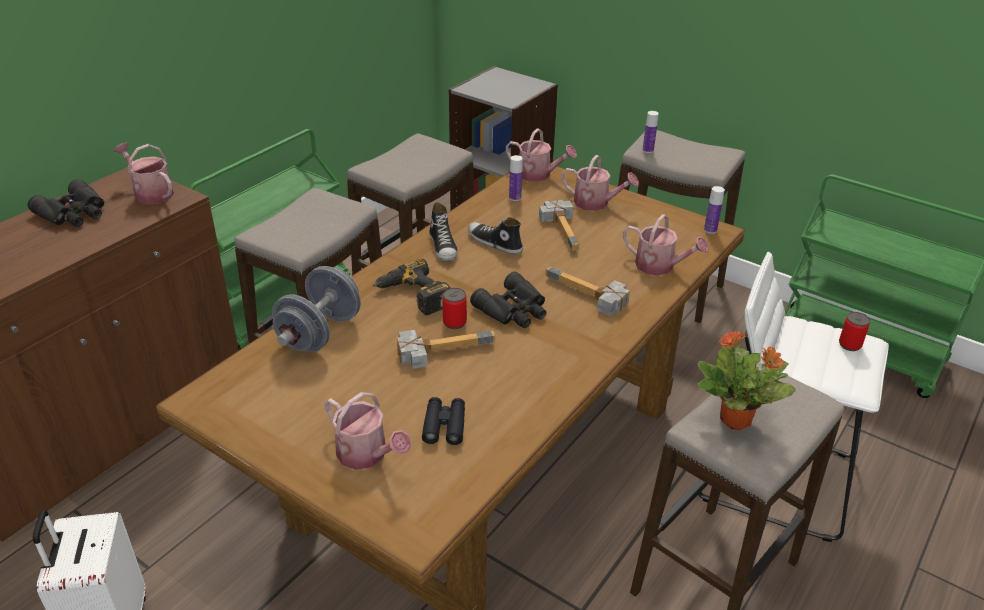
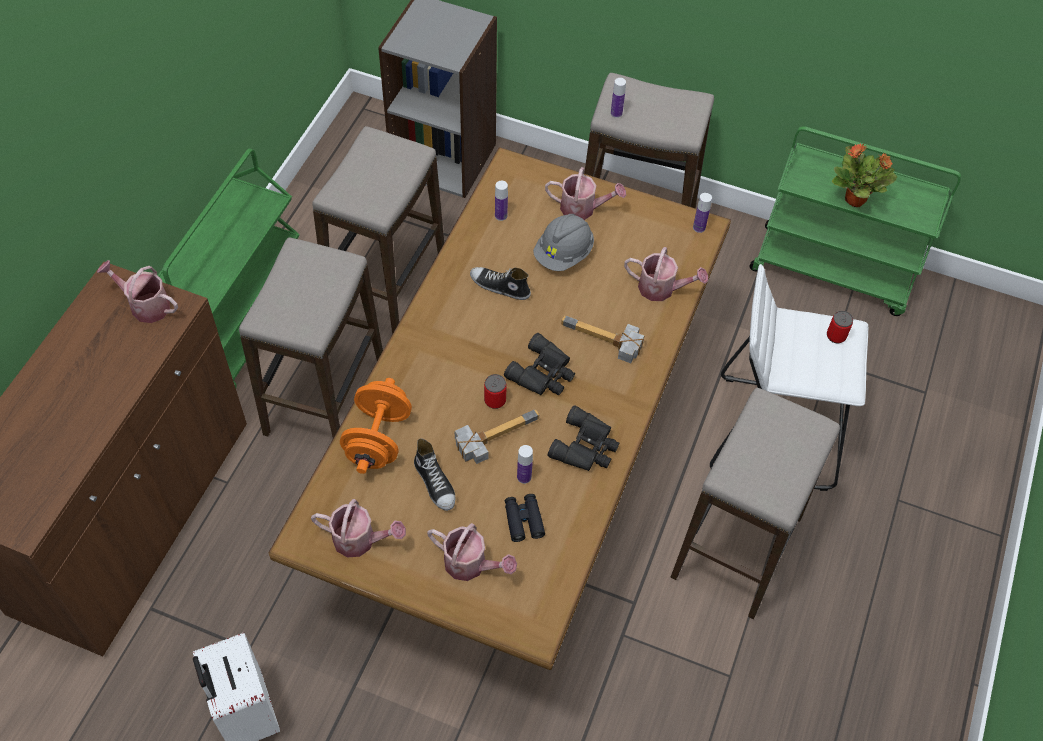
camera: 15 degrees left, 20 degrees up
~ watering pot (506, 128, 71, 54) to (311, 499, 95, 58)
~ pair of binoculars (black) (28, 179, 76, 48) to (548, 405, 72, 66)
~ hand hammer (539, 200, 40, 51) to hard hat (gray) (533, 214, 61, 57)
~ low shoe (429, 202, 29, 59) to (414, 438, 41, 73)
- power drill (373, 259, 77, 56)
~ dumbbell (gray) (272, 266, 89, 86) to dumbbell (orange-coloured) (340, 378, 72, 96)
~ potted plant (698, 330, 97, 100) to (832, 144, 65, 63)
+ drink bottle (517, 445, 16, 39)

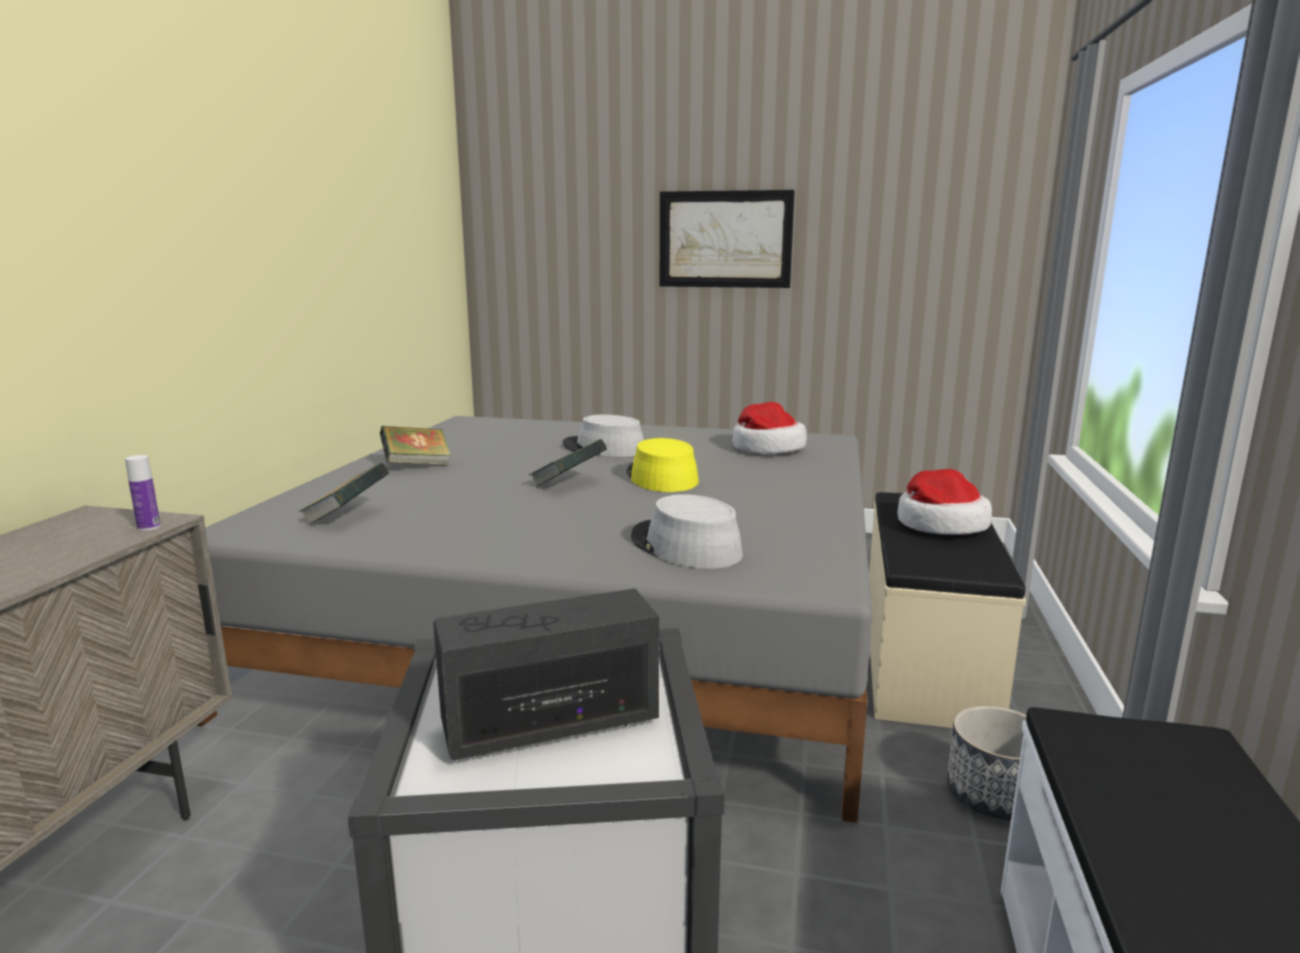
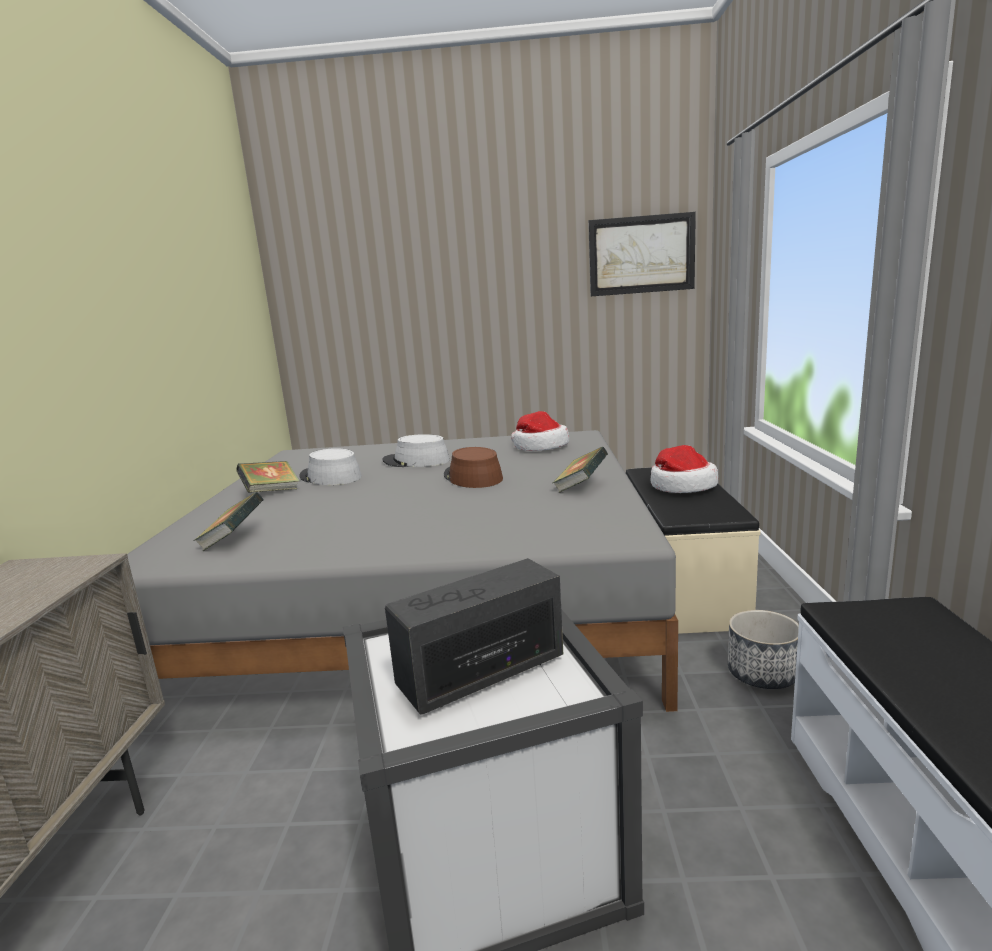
camera: 10 degrees left, 0 degrees up
~ picture (660, 190, 135, 98) to (588, 212, 108, 84)
~ hat (yellow-coloured) (627, 438, 72, 54) to hat (brown) (444, 447, 59, 41)
~ volume (529, 439, 78, 48) to (553, 447, 55, 46)
- drink bottle (125, 455, 36, 76)
~ hat (gray) (631, 494, 112, 75) to (299, 448, 63, 37)

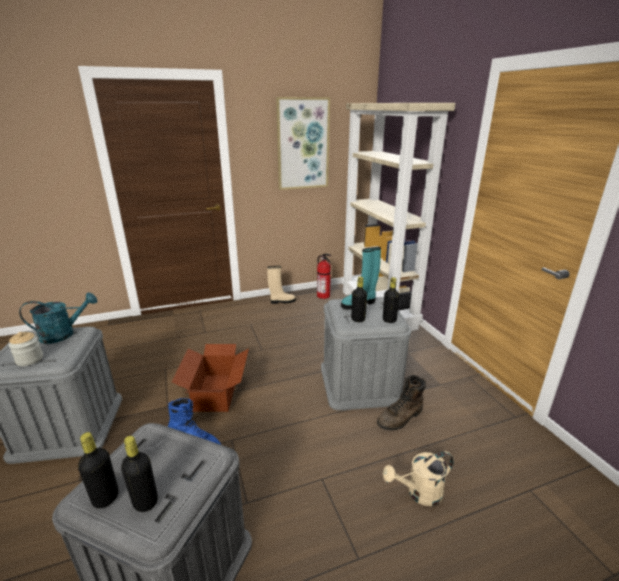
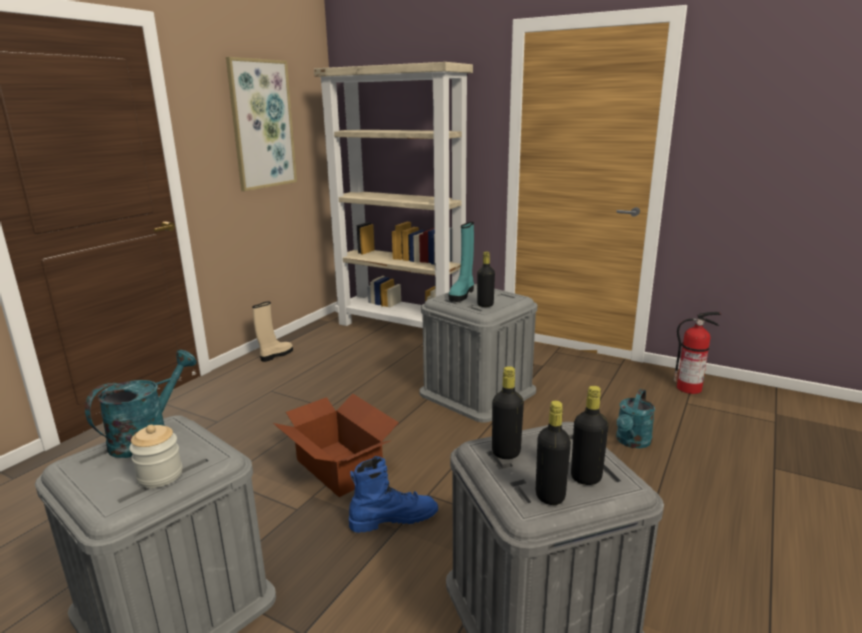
camera: 40 degrees left, 5 degrees down
~ fire-fighting cylinder (317, 254, 14, 45) to (674, 312, 48, 82)
~ drink bottle (black) (383, 277, 17, 46) to (492, 366, 32, 93)
- high-top boot (brown) (377, 375, 49, 55)
~ watering pot (beige) (383, 451, 71, 55) to watering pot (turquoise-coloured) (616, 389, 39, 59)

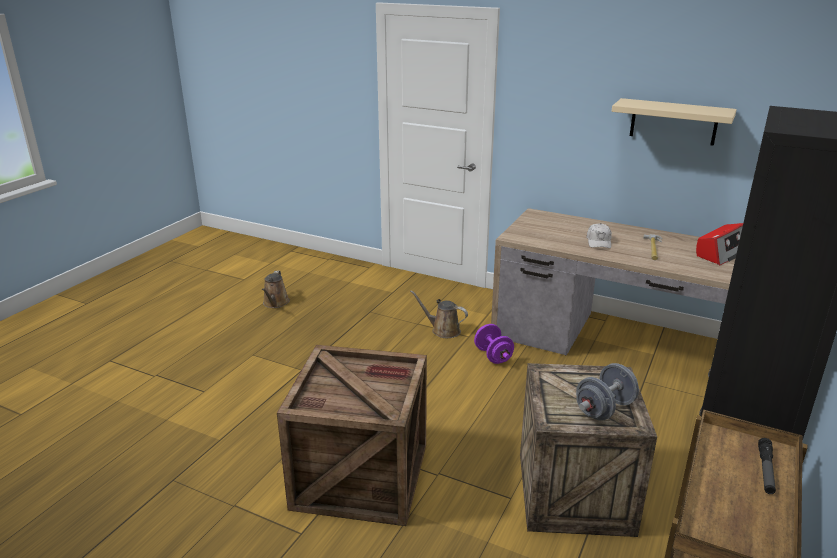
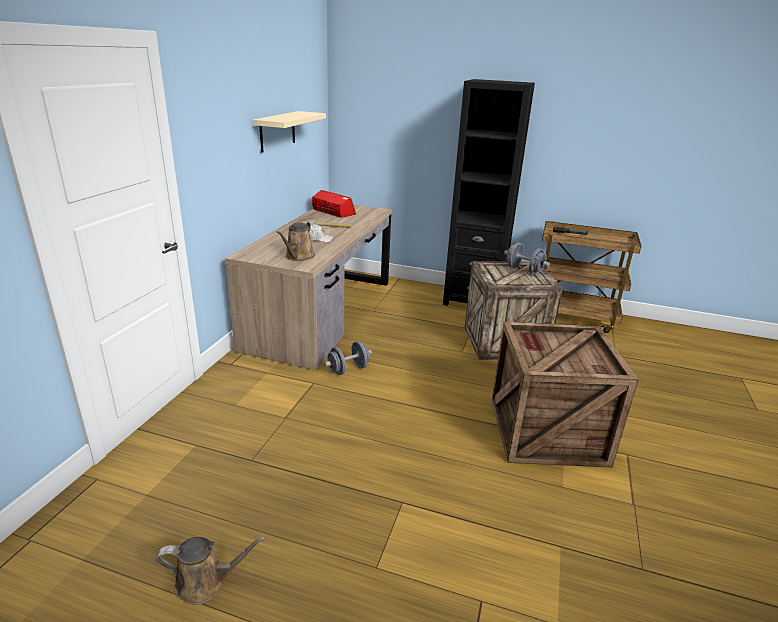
camera: 100 degrees left, 0 degrees up
~ watering pot (brown) (410, 290, 58, 48) to (277, 222, 38, 39)
~ dumbbell (purplish) (474, 324, 40, 40) to dumbbell (gray) (324, 341, 48, 34)

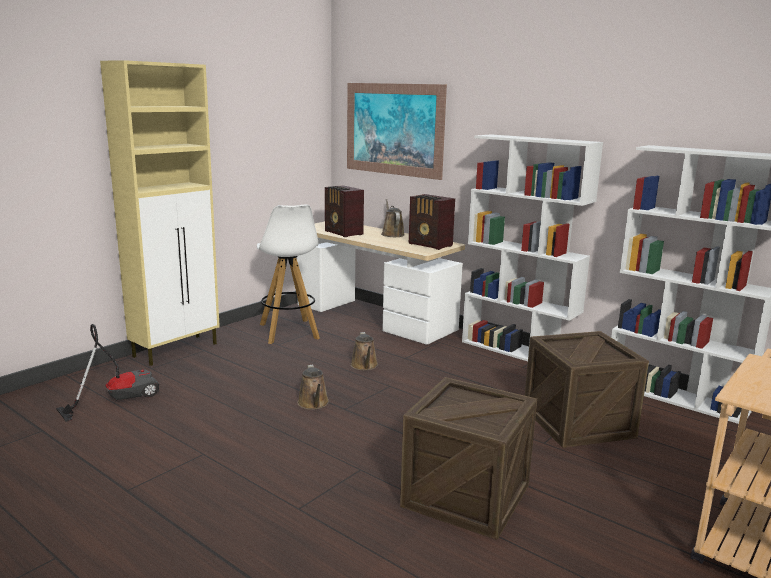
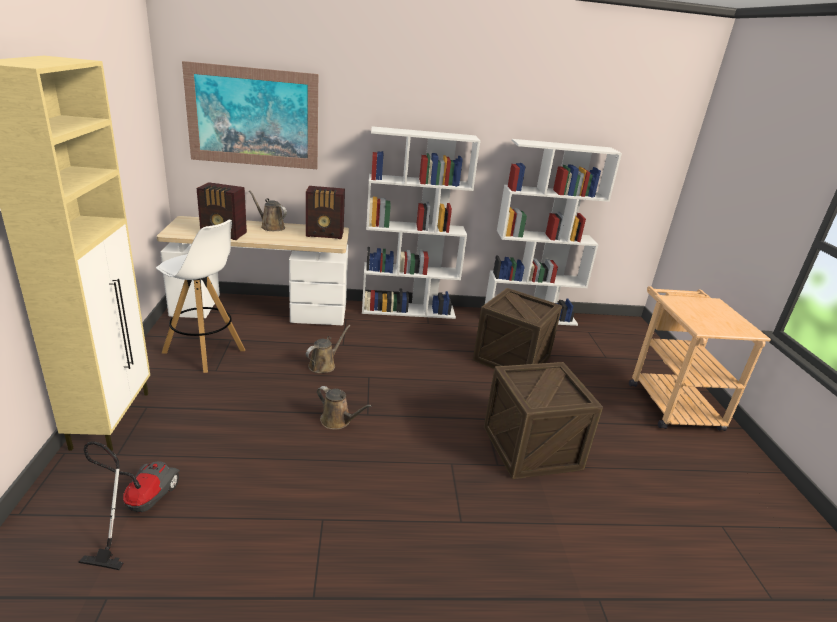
camera: 45 degrees left, 10 degrees up
~ watering pot (brown) (351, 332, 27, 38) = (306, 325, 44, 48) 90 degrees counterclockwise

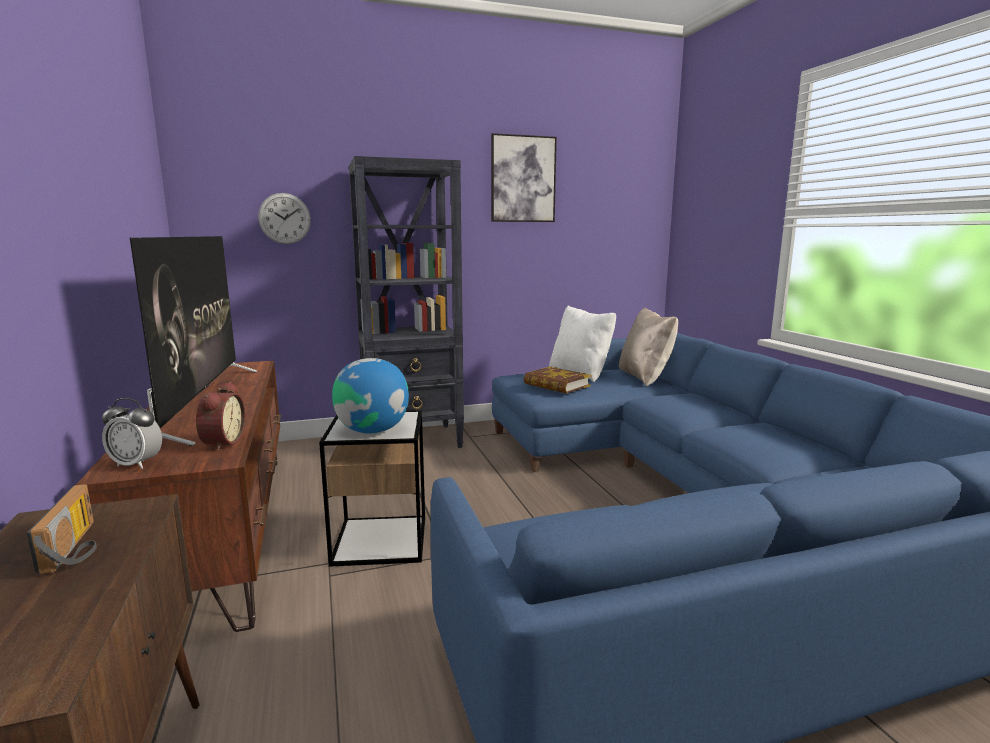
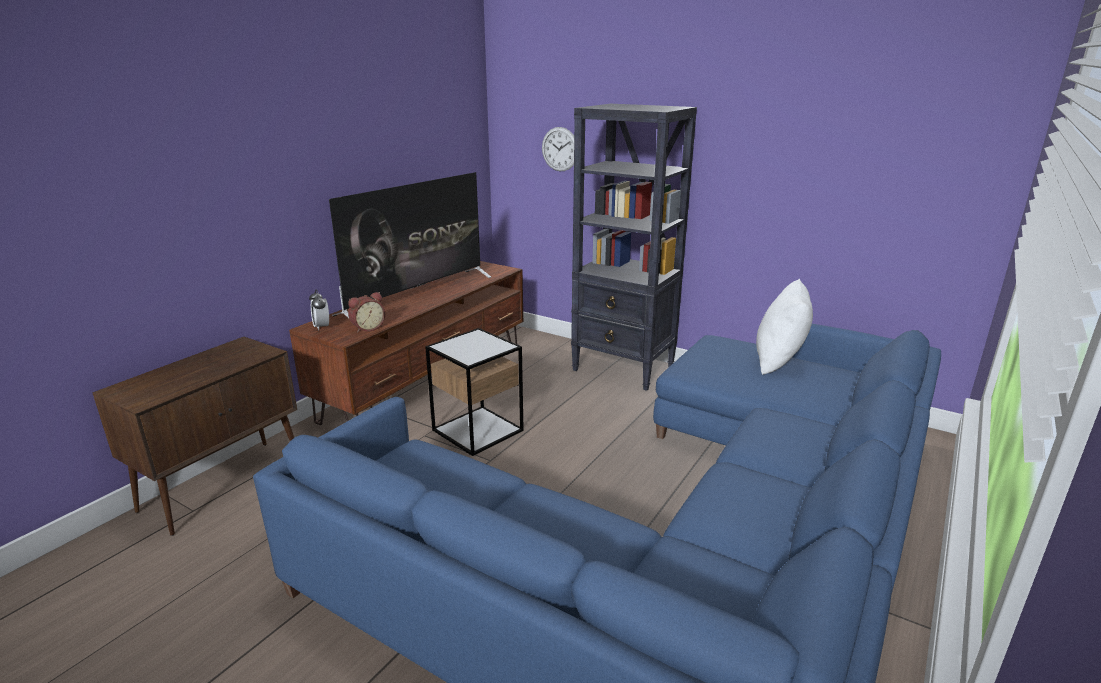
camera: 50 degrees right, 10 degrees up
- picture (491, 133, 66, 89)
- pillow (beige) (619, 308, 59, 78)
- globe (332, 358, 77, 76)
- volume (524, 367, 68, 27)
- radio set (27, 484, 70, 91)

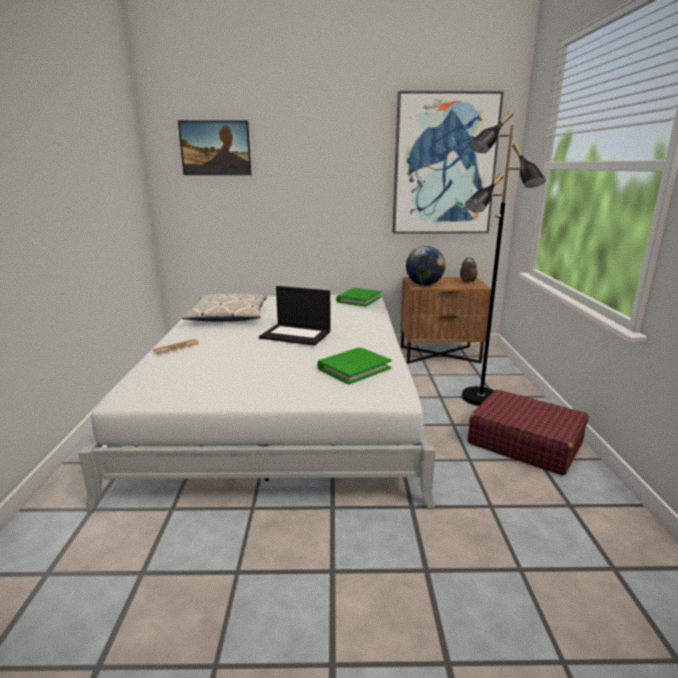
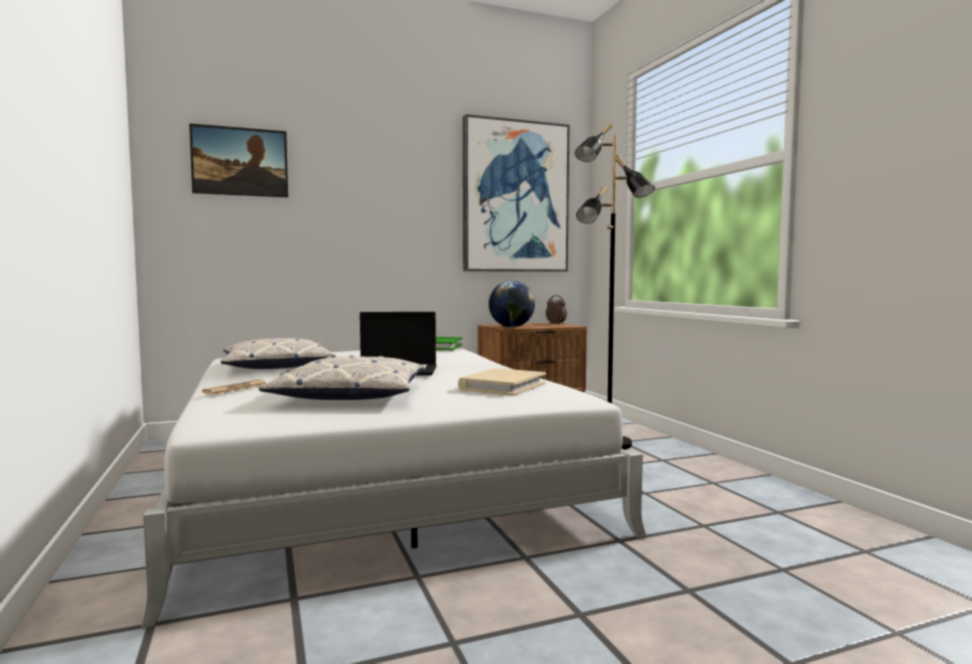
camera: 20 degrees left, 15 degrees down
~ volume (greenish) (317, 347, 75, 37) to volume (beige) (458, 368, 88, 28)
- travel case (reddish) (468, 390, 121, 86)
+ pillow (258, 356, 167, 44)

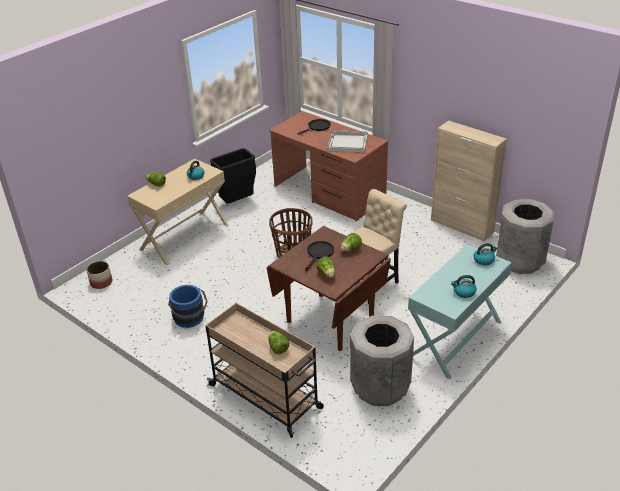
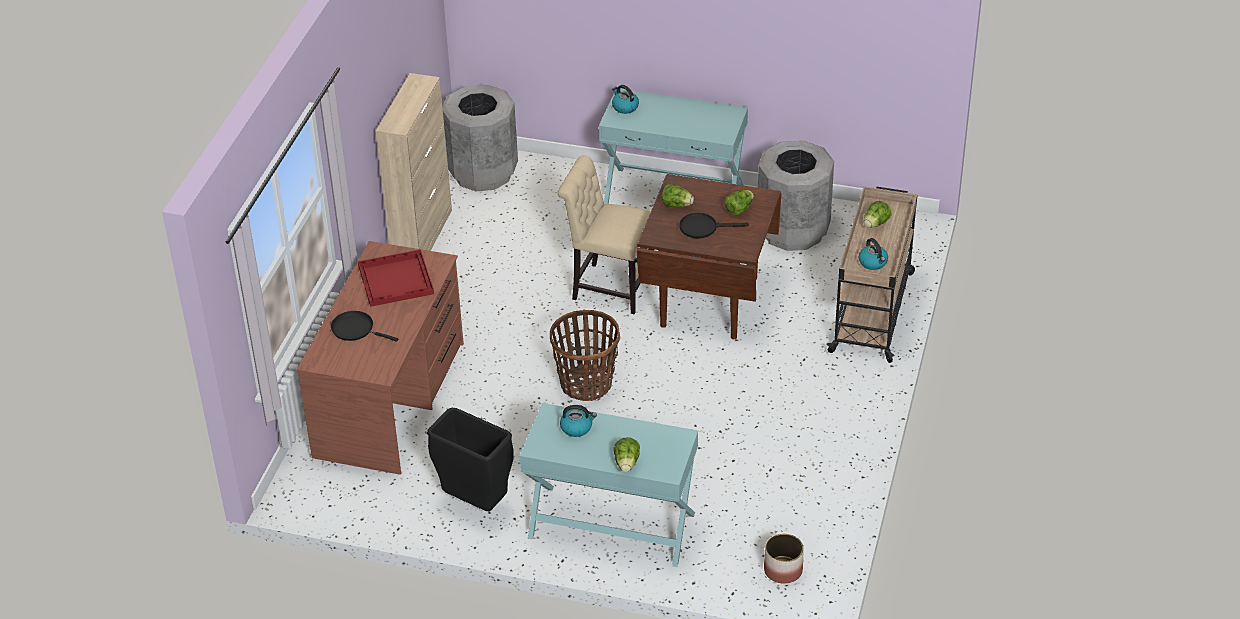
camera: 115 degrees left, 5 degrees up
~ tray (white-coloured) (327, 130, 41, 23) to tray (reddish) (358, 249, 76, 58)
~ hall table (beige) (127, 159, 102, 106) to hall table (turquoise-coloured) (519, 403, 179, 164)
~ kettle (451, 275, 26, 23) to (859, 238, 29, 32)
- water bucket (blue-coloured) (168, 285, 40, 43)

